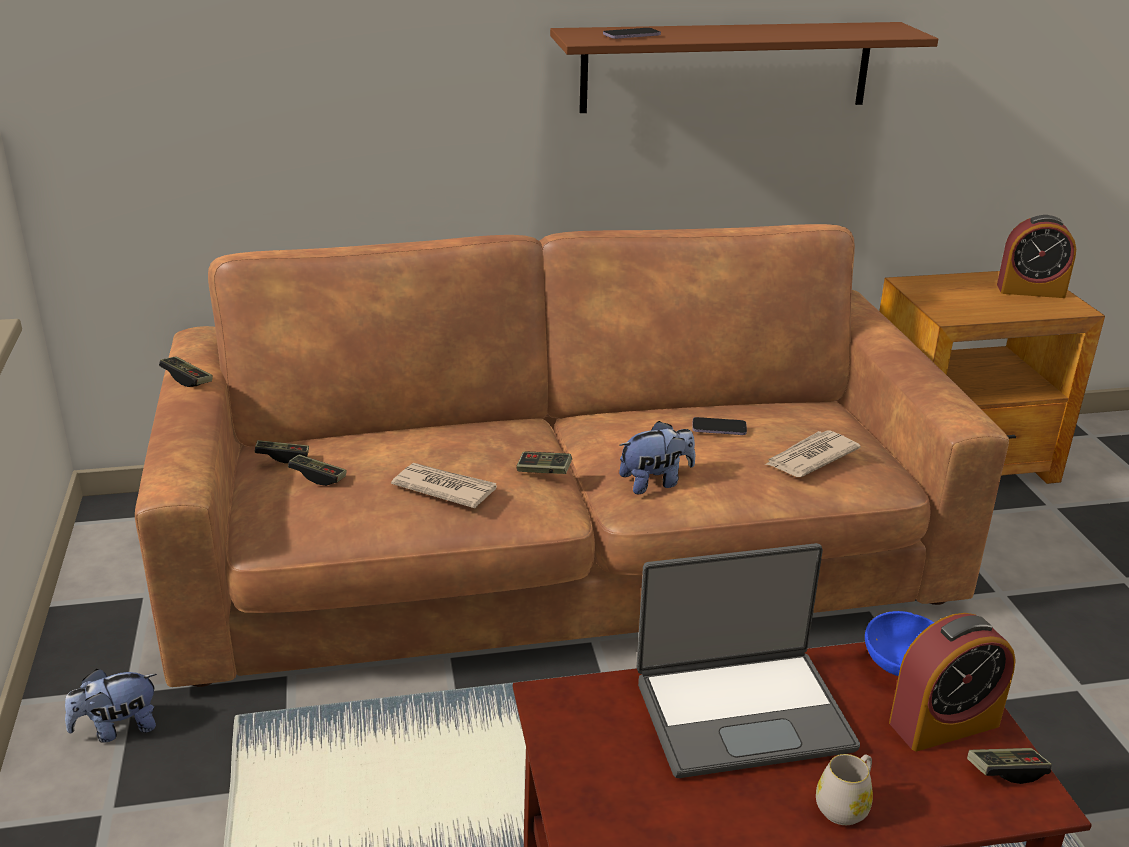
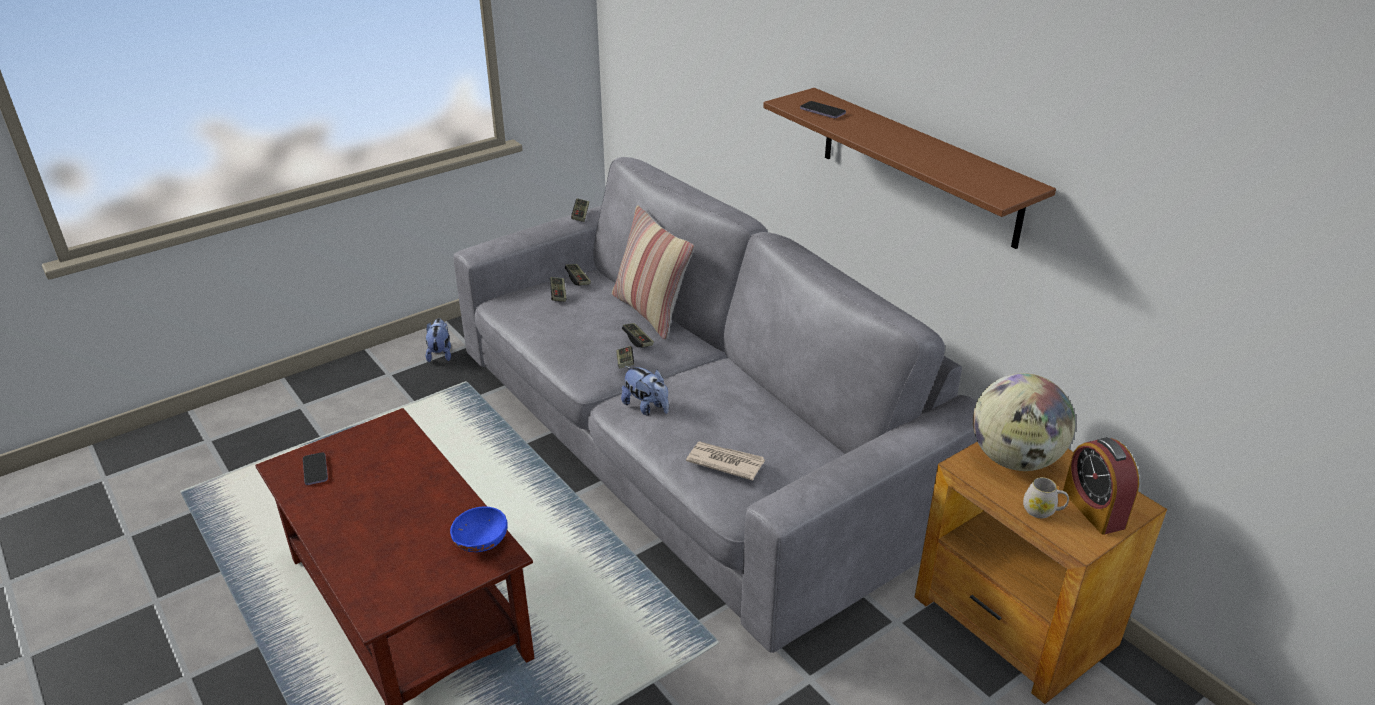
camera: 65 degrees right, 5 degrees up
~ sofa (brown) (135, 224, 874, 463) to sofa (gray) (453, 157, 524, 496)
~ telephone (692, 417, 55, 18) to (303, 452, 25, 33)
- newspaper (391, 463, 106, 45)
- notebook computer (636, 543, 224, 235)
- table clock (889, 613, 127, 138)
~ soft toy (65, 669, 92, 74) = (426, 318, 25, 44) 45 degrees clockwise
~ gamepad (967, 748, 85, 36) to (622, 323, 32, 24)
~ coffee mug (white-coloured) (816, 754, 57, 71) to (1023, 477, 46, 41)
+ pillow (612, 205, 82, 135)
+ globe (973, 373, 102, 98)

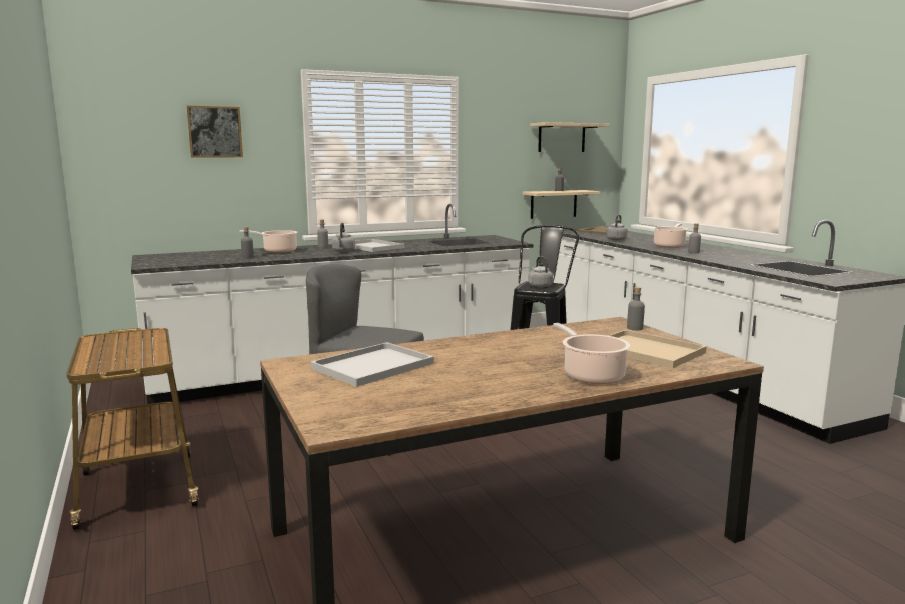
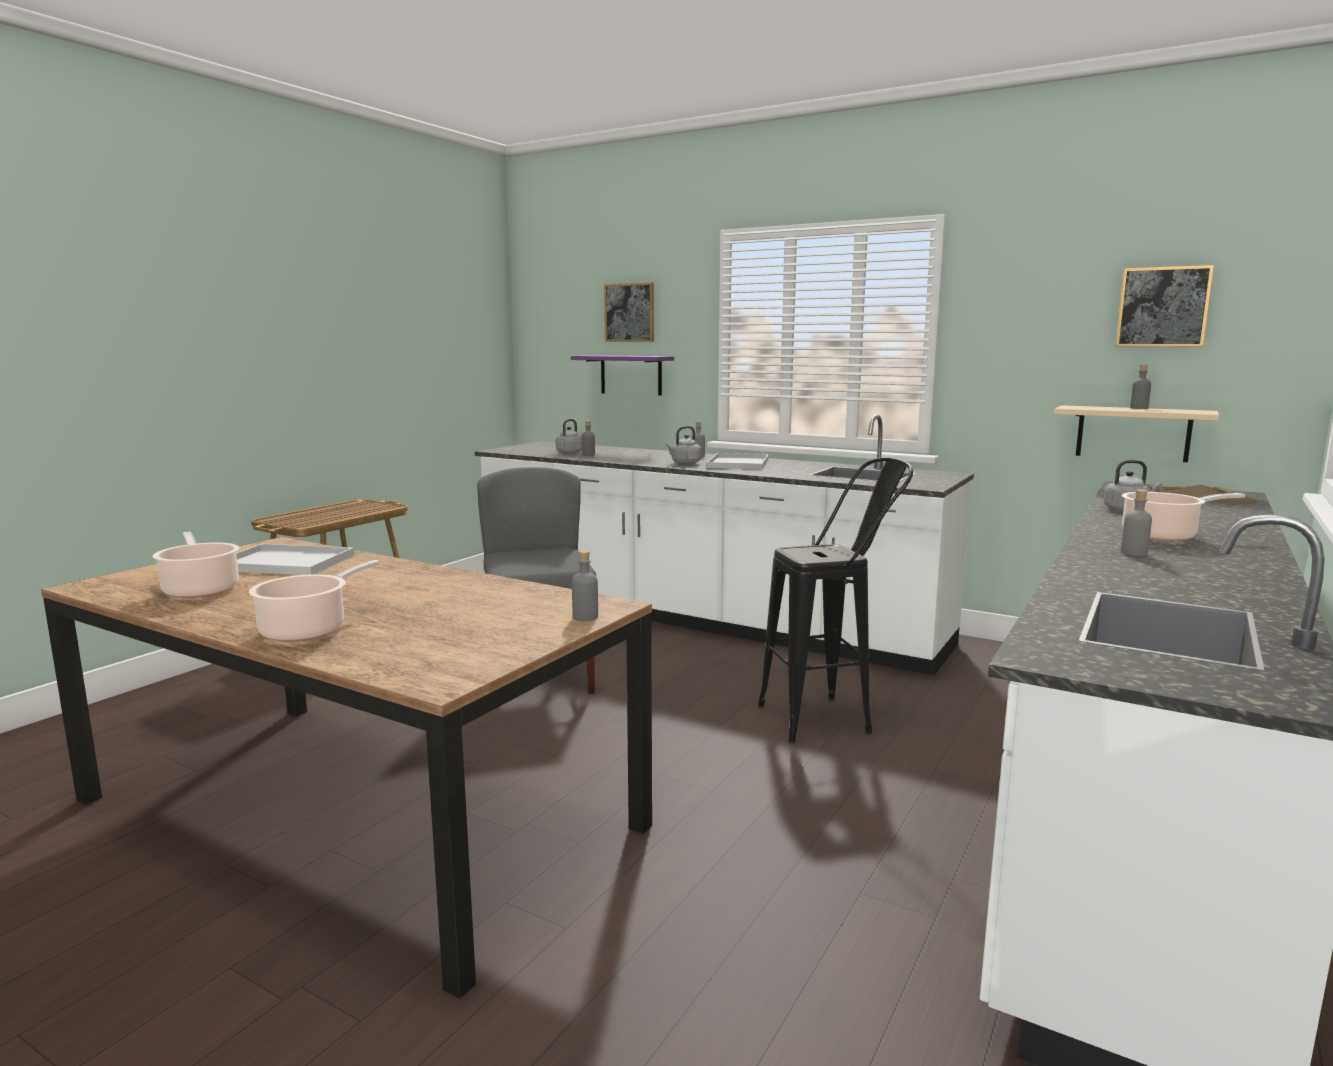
camera: 55 degrees right, 0 degrees up
~ bracket shelf (beige) (530, 122, 79, 30) to picture (1116, 265, 98, 82)
~ cooking pot (240, 230, 58, 23) to (153, 532, 86, 66)
~ kettle (gray) (528, 256, 25, 32) to (556, 419, 28, 35)
- tray (beige) (608, 330, 99, 38)
+ bracket shelf (purplish) (571, 355, 103, 41)

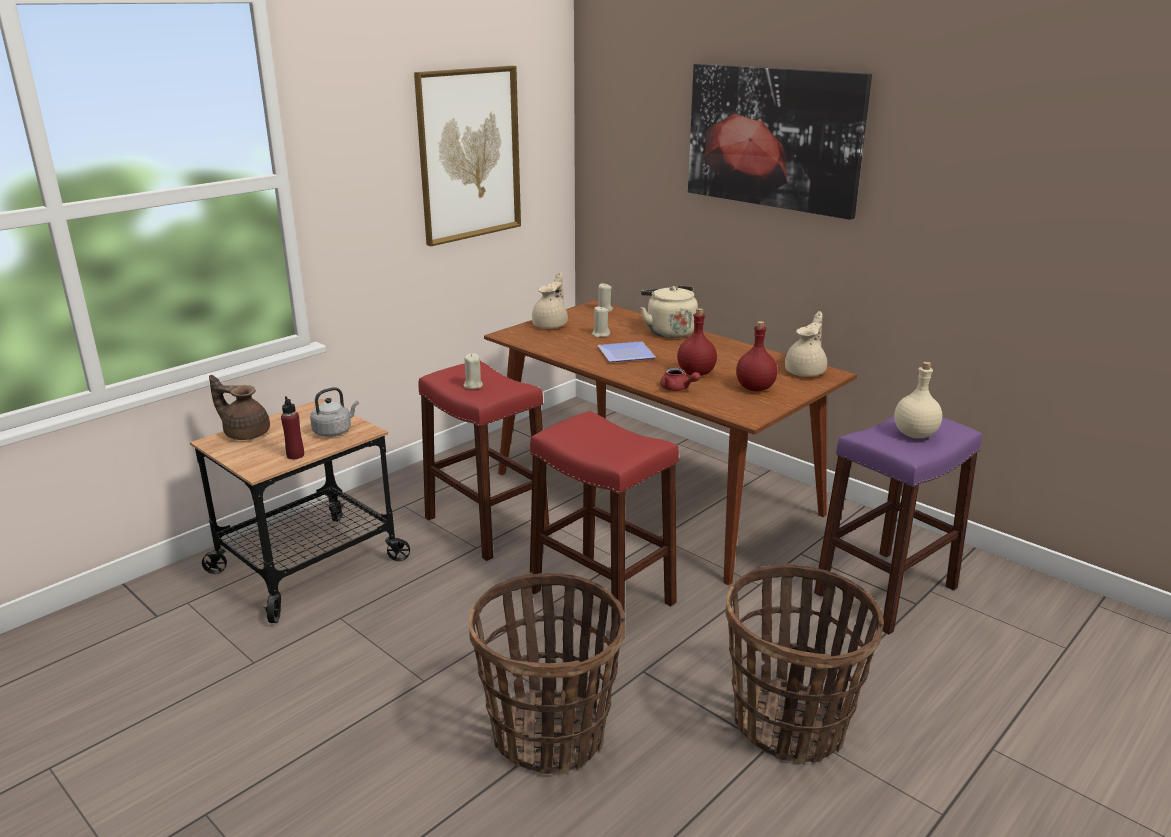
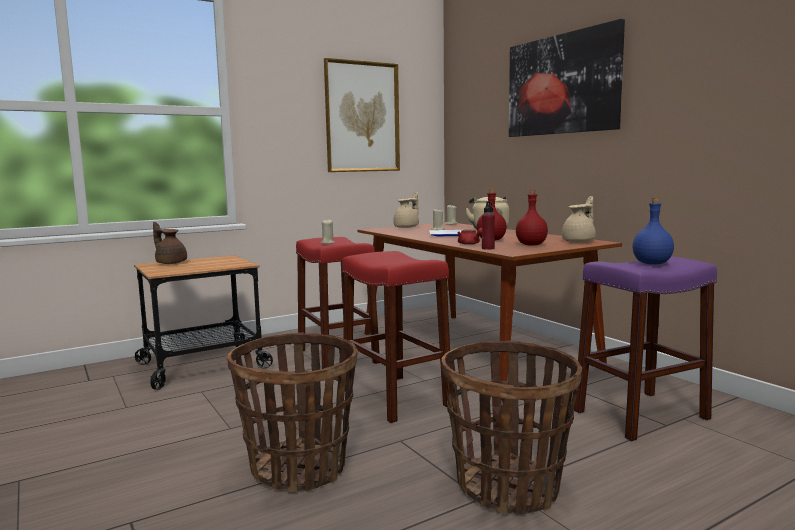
camera: 15 degrees right, 15 degrees down
~ drink bottle (beige) (894, 362, 48, 76) to drink bottle (blue-coloured) (632, 198, 42, 66)
- kettle (gray) (310, 387, 49, 50)
~ drink bottle (reddish) (281, 396, 23, 63) to (482, 201, 13, 49)

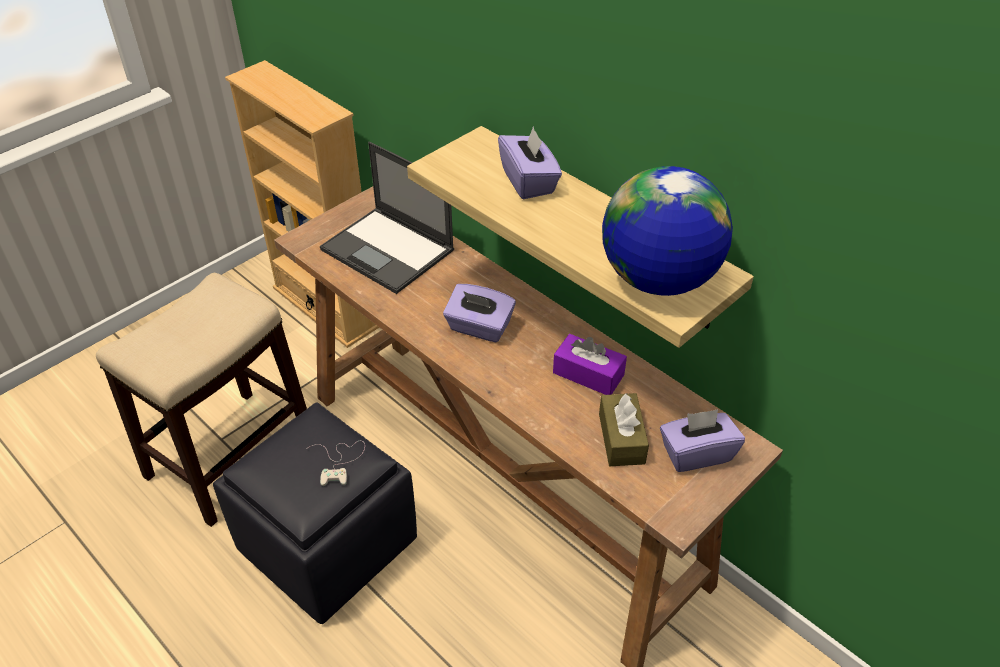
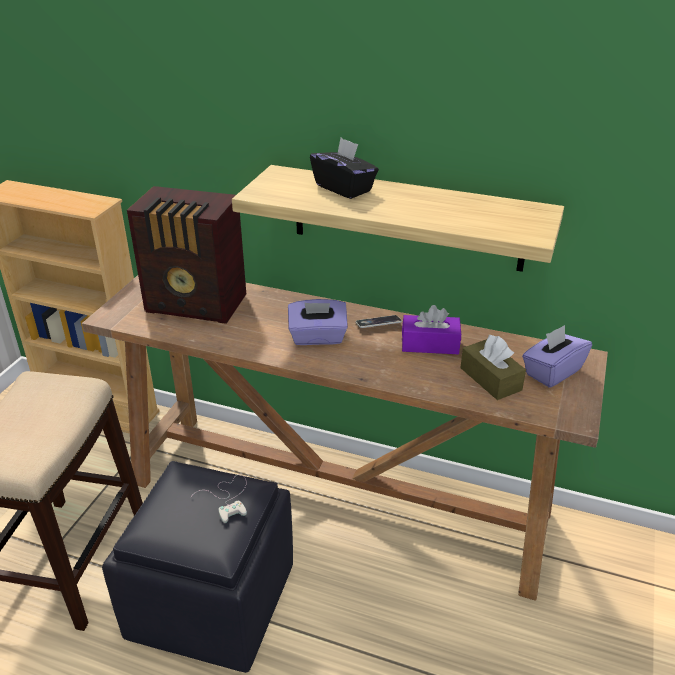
camera: 25 degrees left, 10 degrees down
~ tissue holder (purplish) (498, 126, 64, 73) to tissue holder (black) (310, 138, 69, 61)
~ notebook computer (320, 142, 134, 152) to radio set (127, 186, 119, 138)
- globe (602, 166, 131, 130)
+ telephone (355, 315, 47, 13)

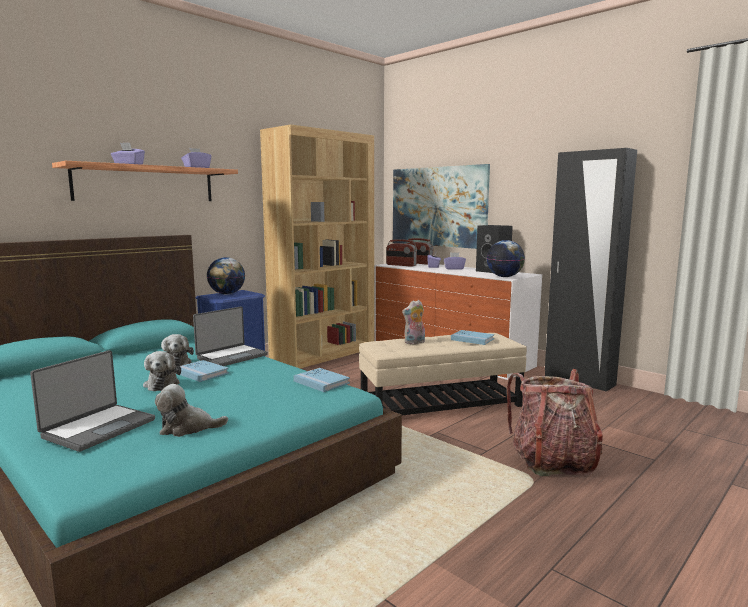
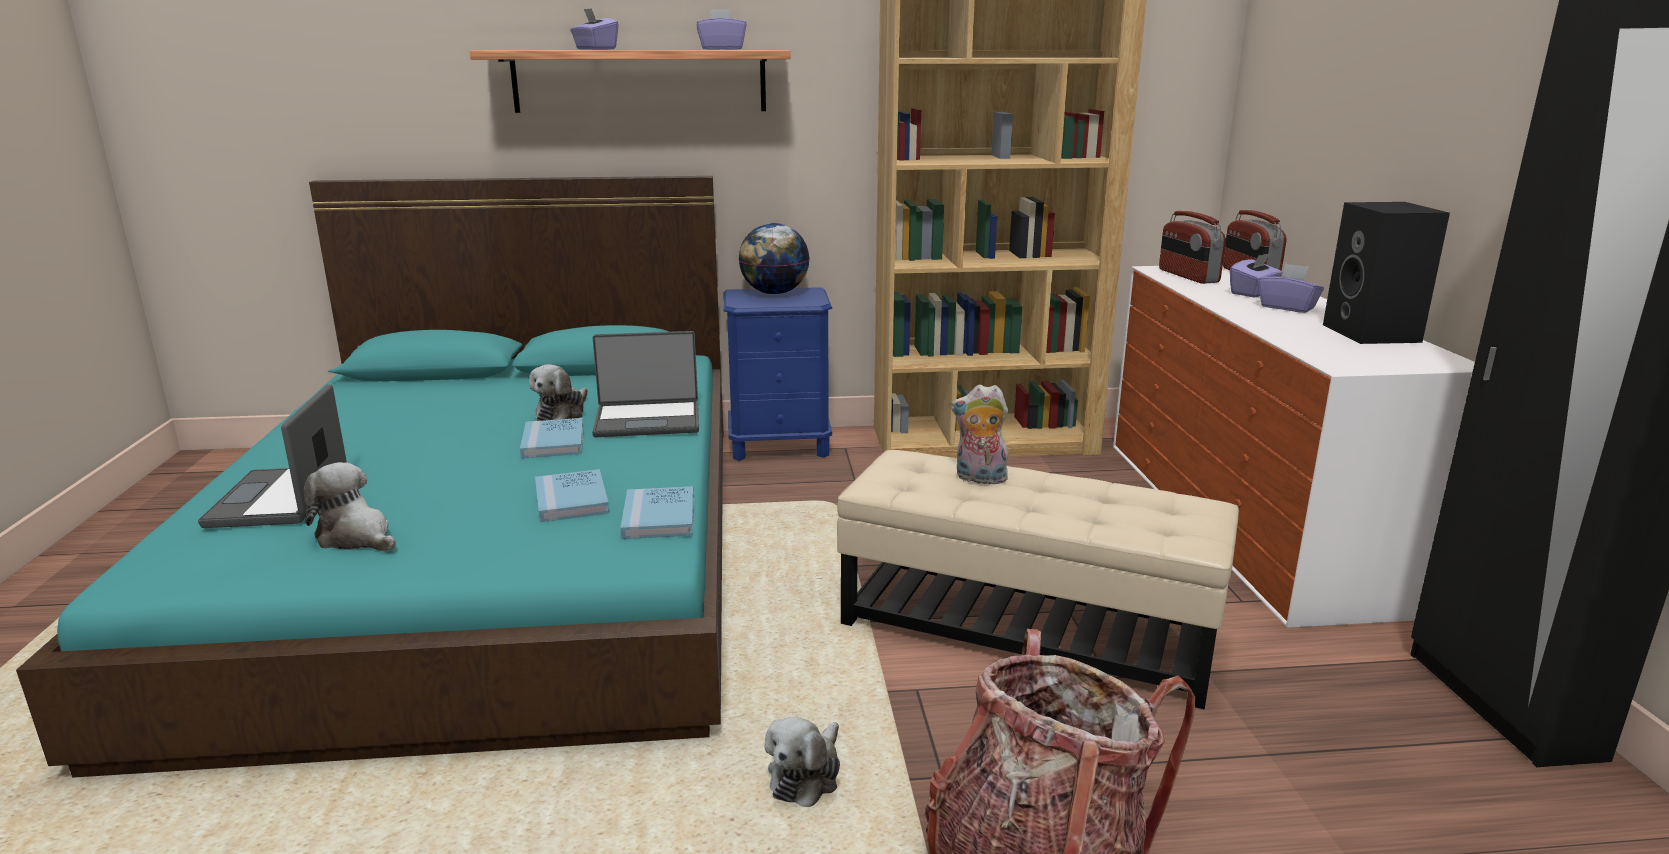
camera: 40 degrees right, 10 degrees up
- picture (393, 164, 97, 85)
- globe (487, 240, 38, 37)
~ volume (blue-coloured) (451, 330, 43, 15) to (535, 469, 74, 53)
~ notebook computer (30, 350, 125, 102) = (198, 384, 149, 144) 105 degrees clockwise
~ soft toy (143, 351, 38, 40) to (765, 717, 75, 90)

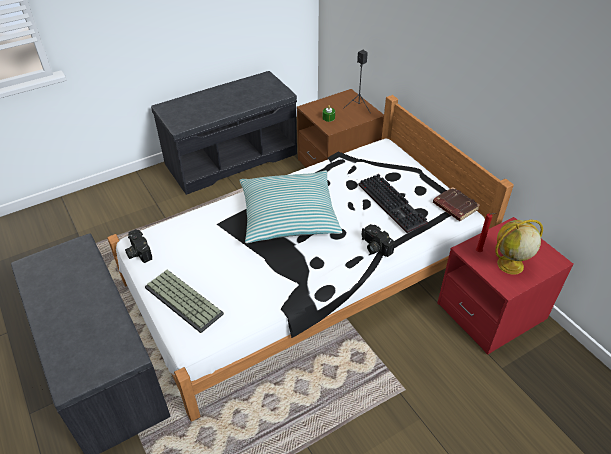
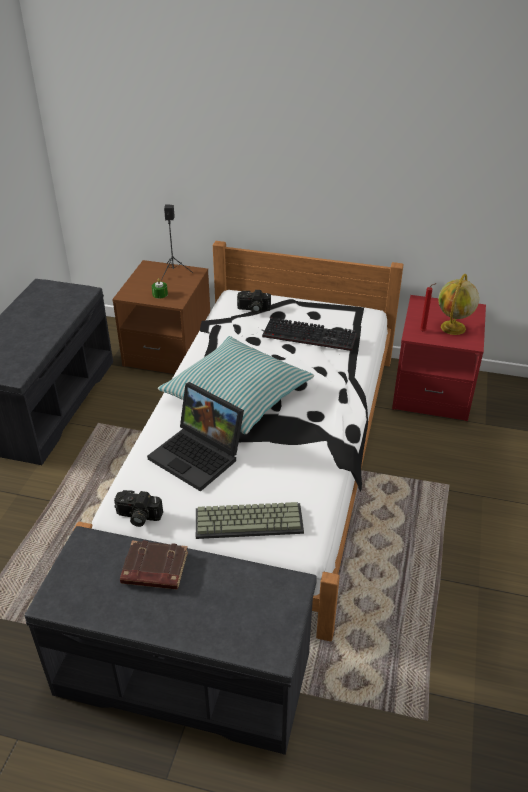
camera: 45 degrees left, 5 degrees down
~ volume (brown) (433, 187, 47, 34) to (120, 541, 68, 49)
~ still camera (363, 224, 32, 33) to (237, 290, 34, 24)
+ notebook computer (147, 382, 97, 110)

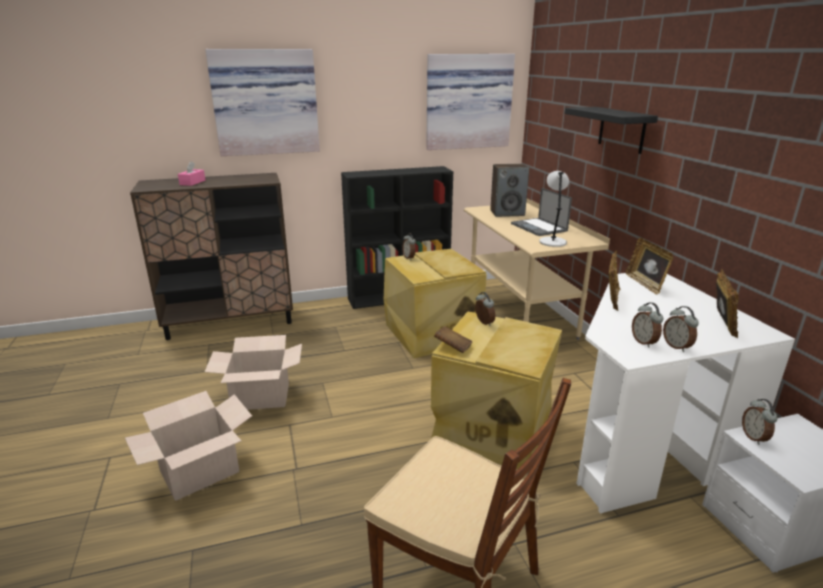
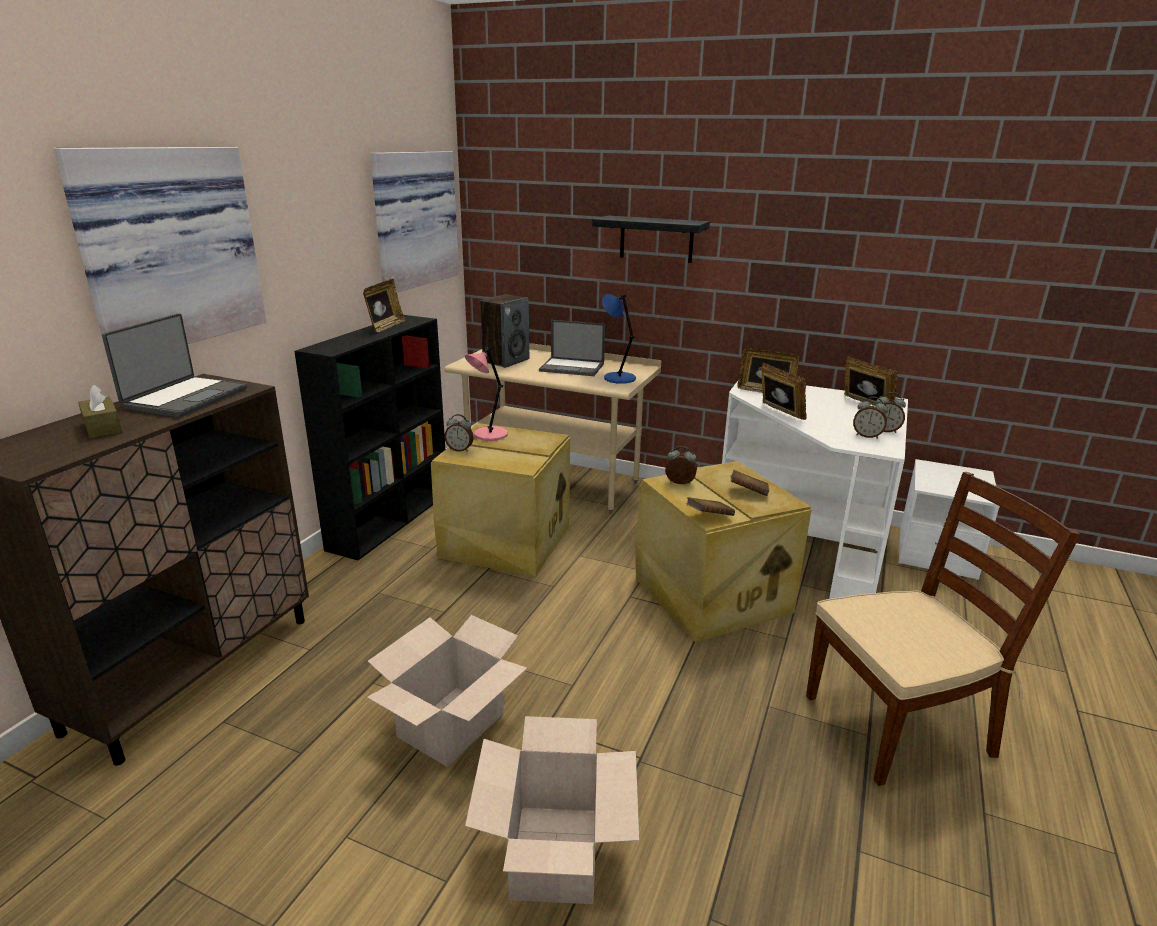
camera: 50 degrees left, 0 degrees up
~ tissue holder (pink) (178, 161, 27, 25) to tissue holder (brown) (78, 385, 44, 53)
~ table lamp (gray) (539, 171, 30, 76) to table lamp (blue-coloured) (602, 294, 34, 90)
- table clock (742, 399, 36, 46)
+ picture frame (363, 279, 42, 53)
+ notebook computer (102, 313, 145, 104)
+ table lamp (pink) (465, 347, 43, 94)
+ volume (brown) (731, 470, 38, 26)

